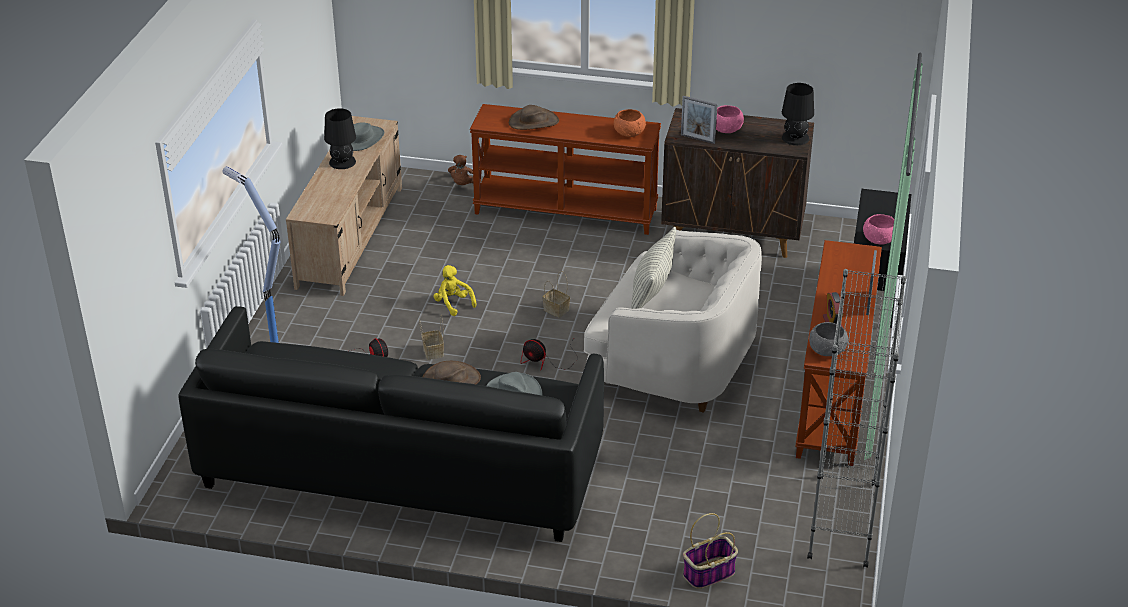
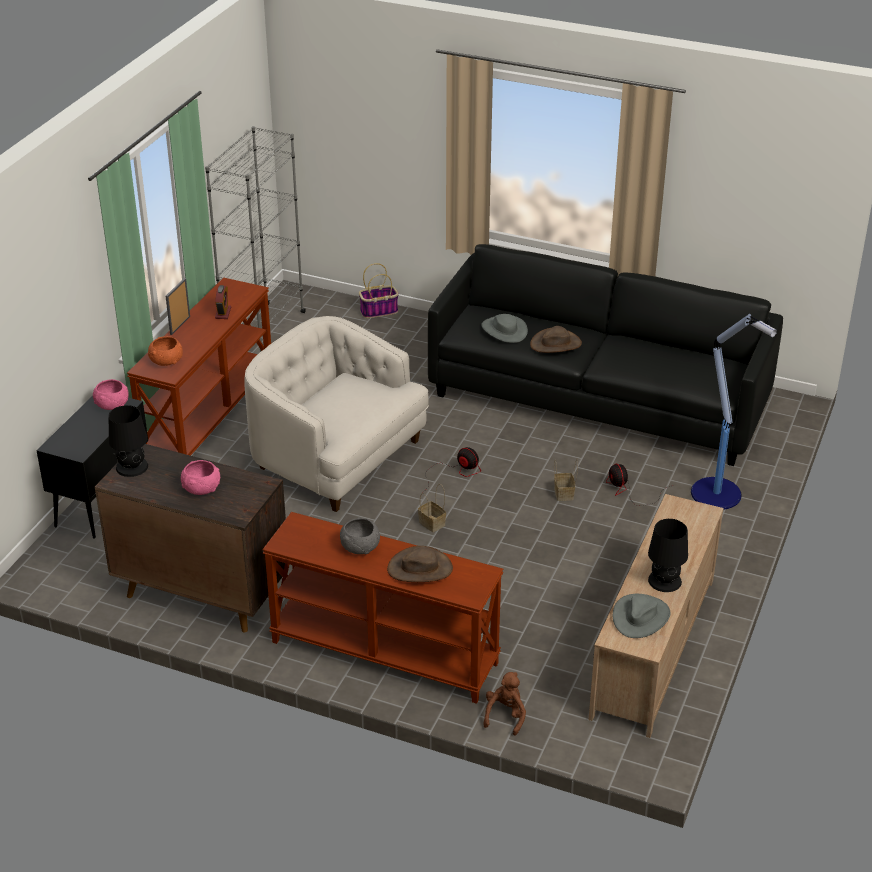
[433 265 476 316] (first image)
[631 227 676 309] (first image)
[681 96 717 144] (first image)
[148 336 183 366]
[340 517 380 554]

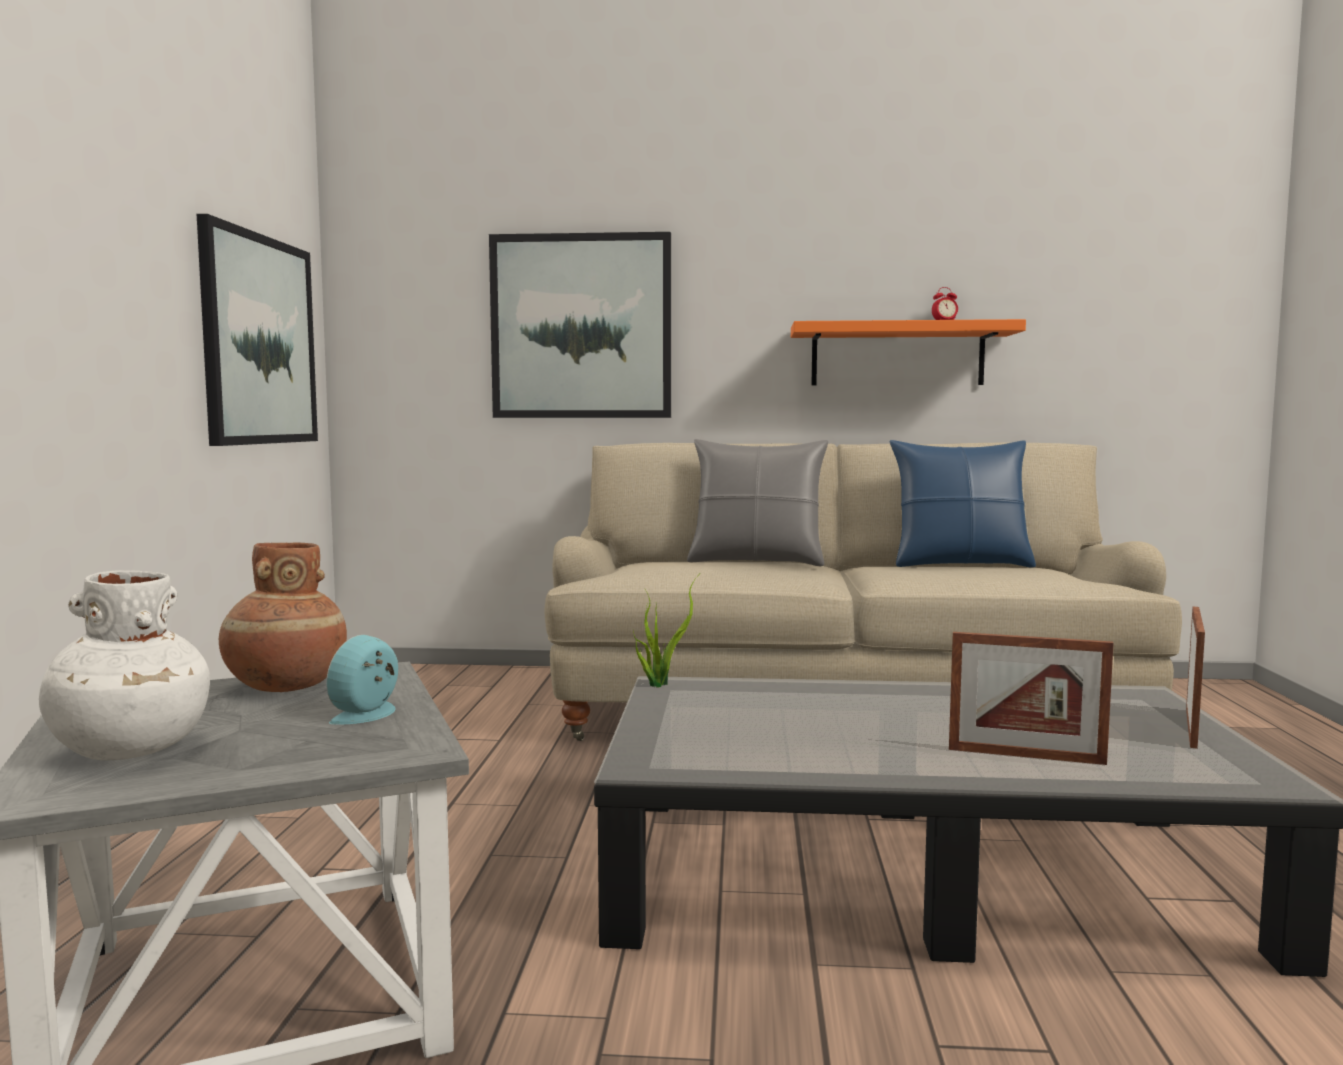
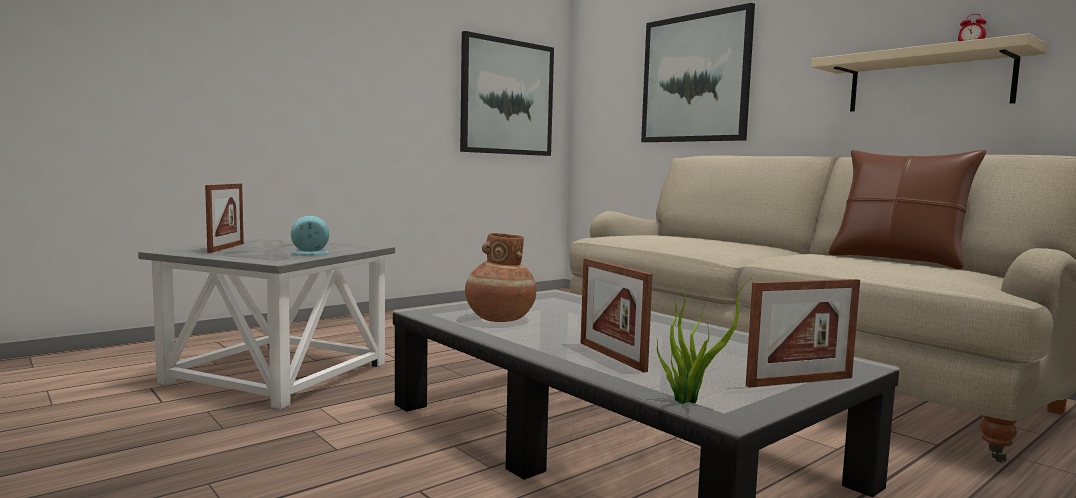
[687 439 828 566] (first image)
[465 233 536 322]
[656 277 752 404]
[205 183 244 253]
[811 33 1047 112]
[828 150 987 269]

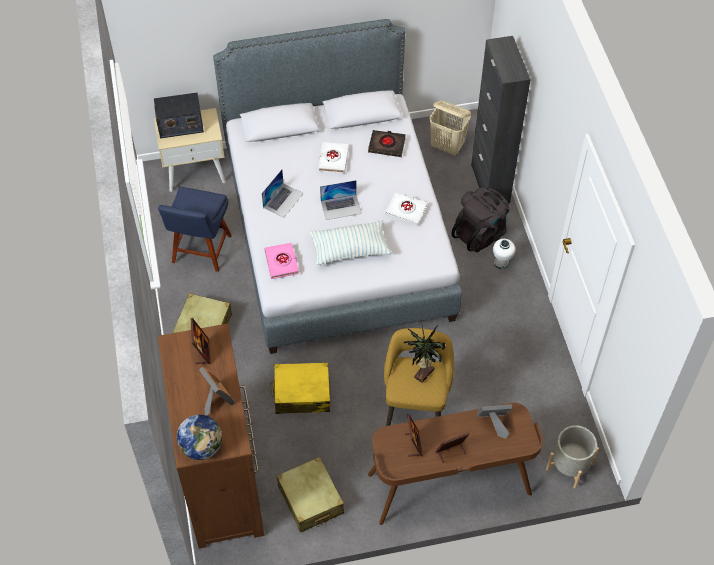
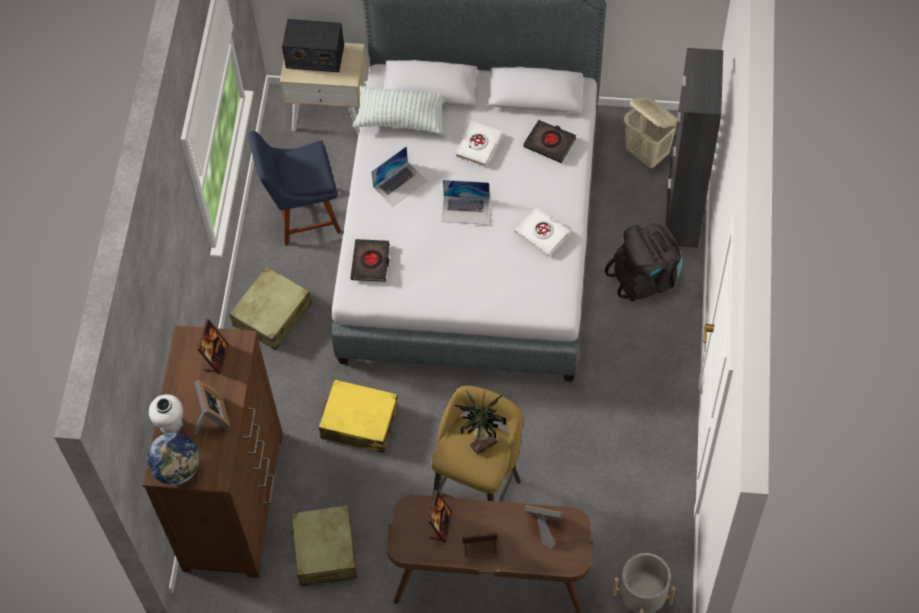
[352 86 445 134]
[149 394 183 434]
[350 239 390 282]
[249 131 341 246]

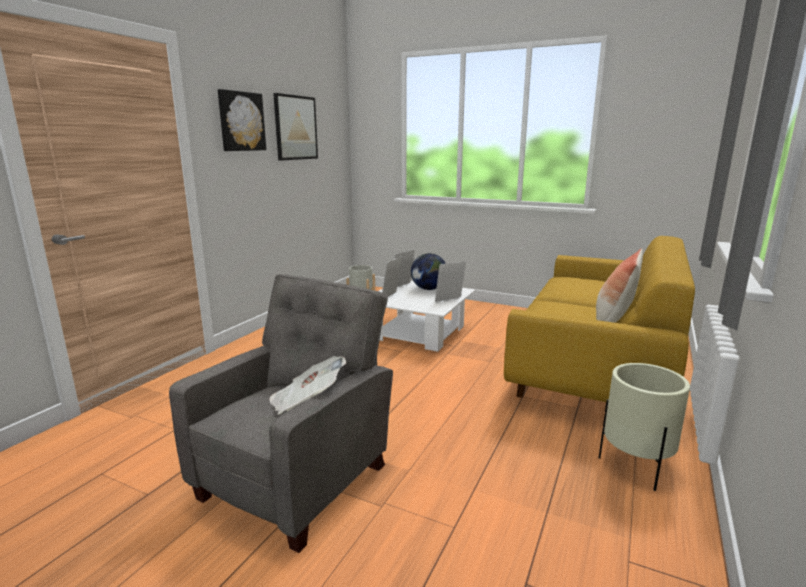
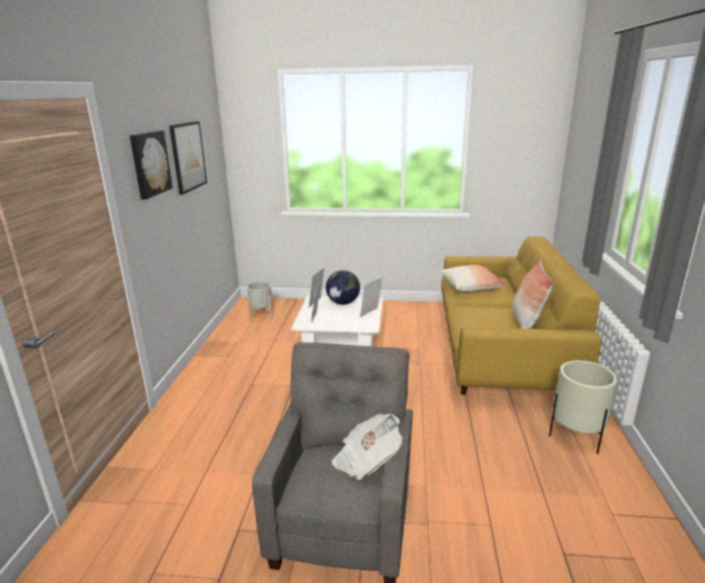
[440 265 506 292]

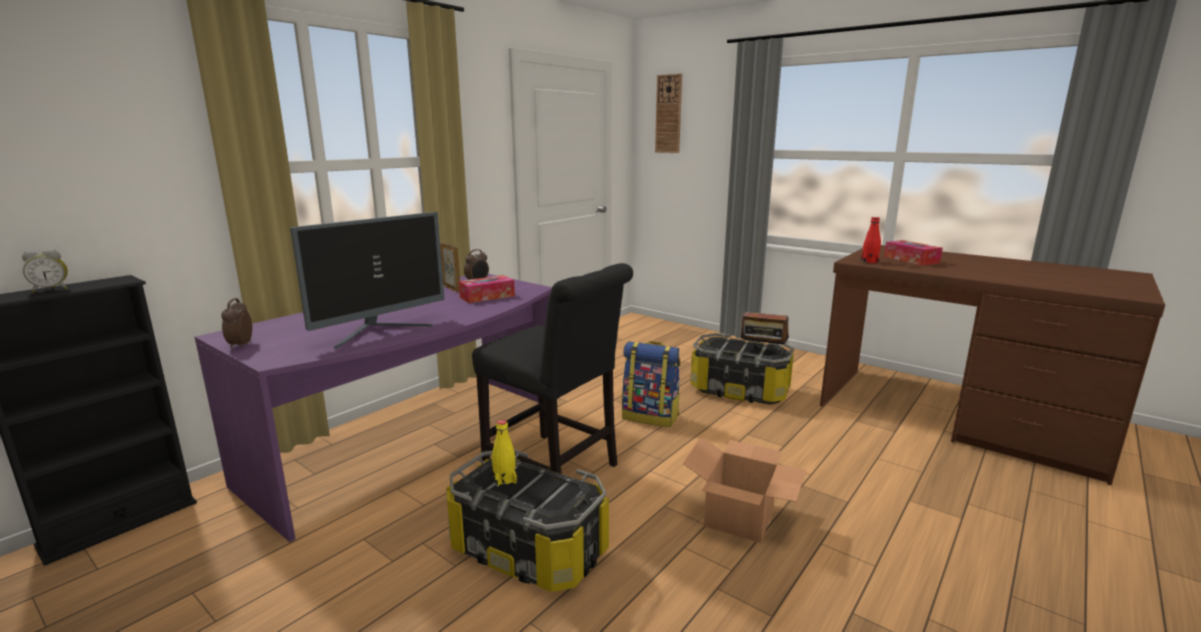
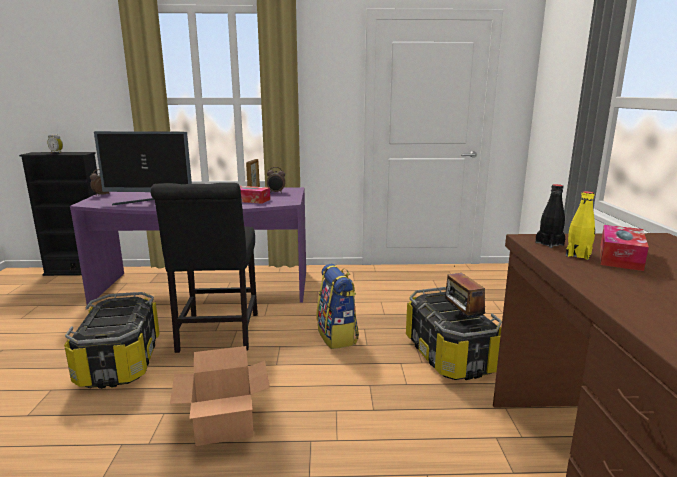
[655 73 682 153] (first image)
[566 191 595 260]
[535 184 565 248]

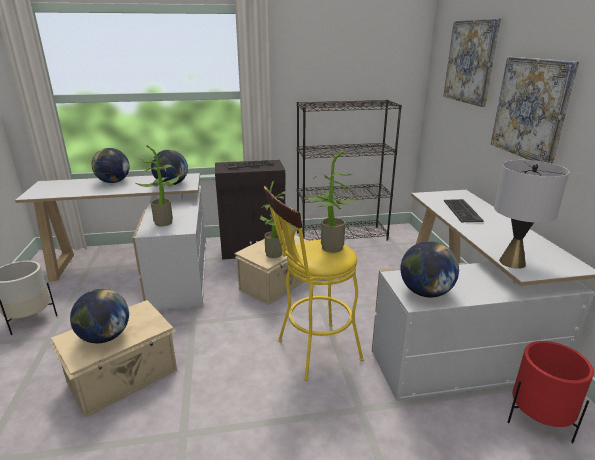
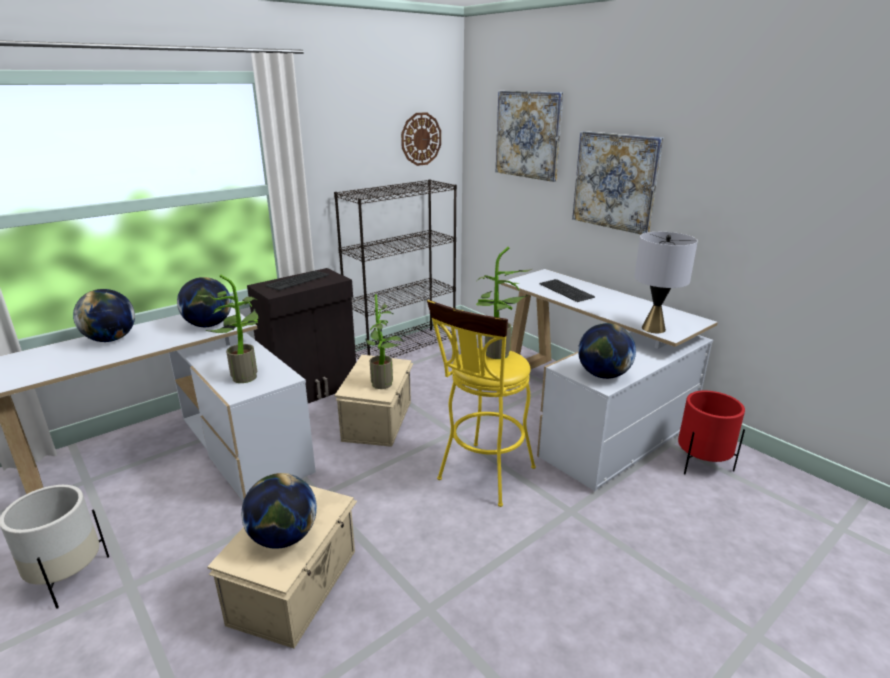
[401 112 441 166]

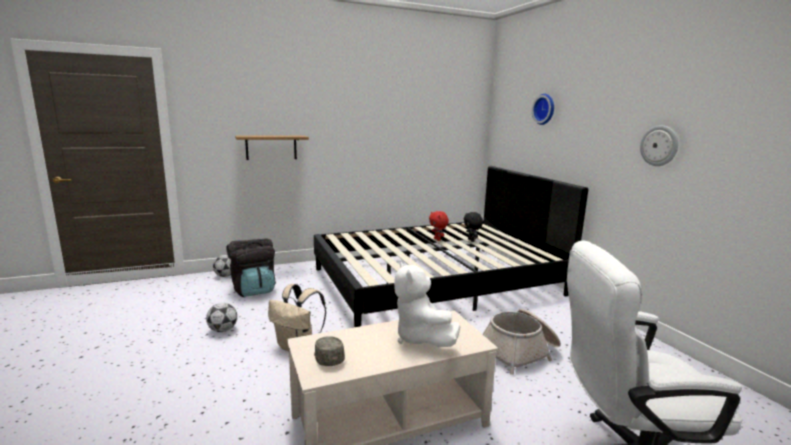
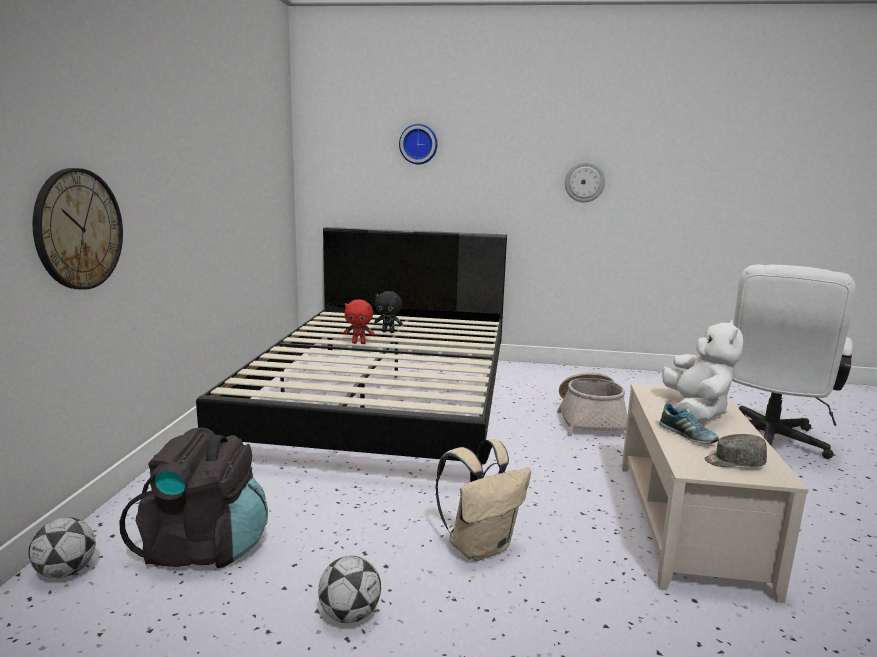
[659 403 719 444]
[32 168 123 290]
[662 319 743 424]

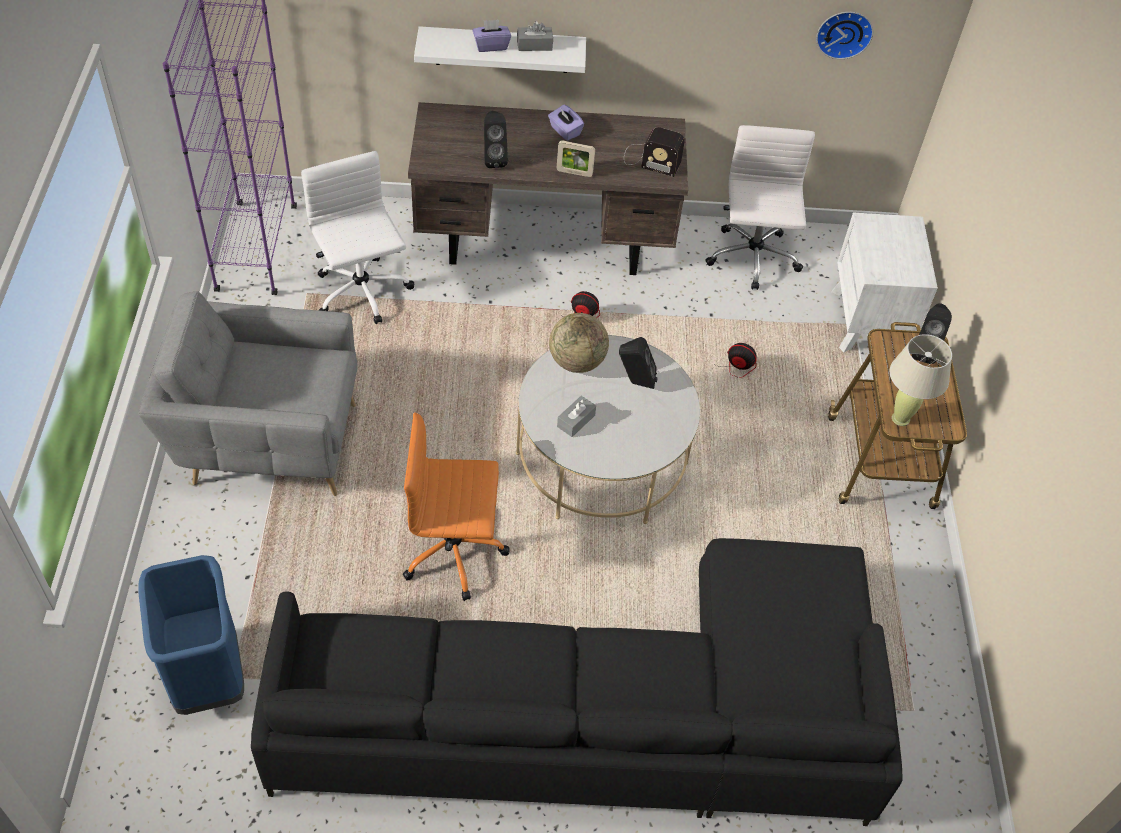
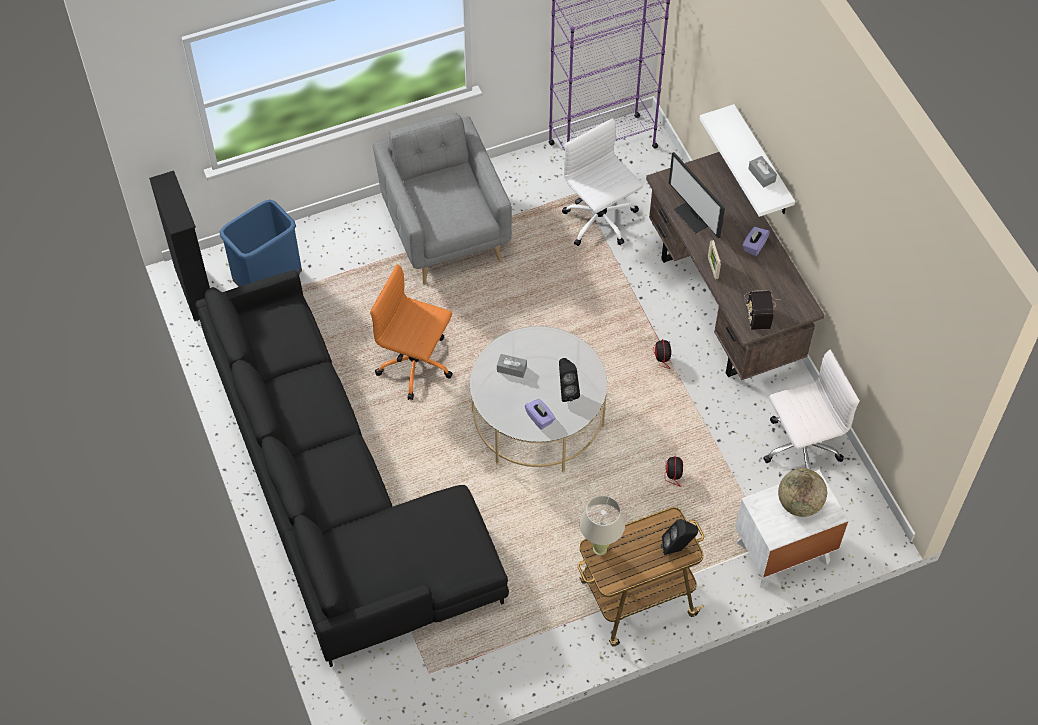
[816 12 873 59] (first image)
[149 171 210 321]
[525 399 555 430]
[778 468 827 517]
[669 152 725 239]
[562 118 643 246]
[370 264 453 400]

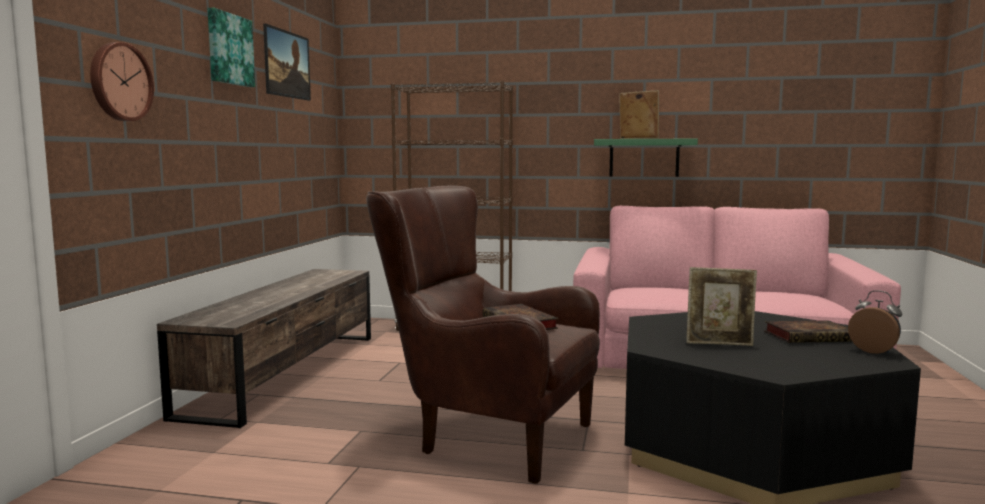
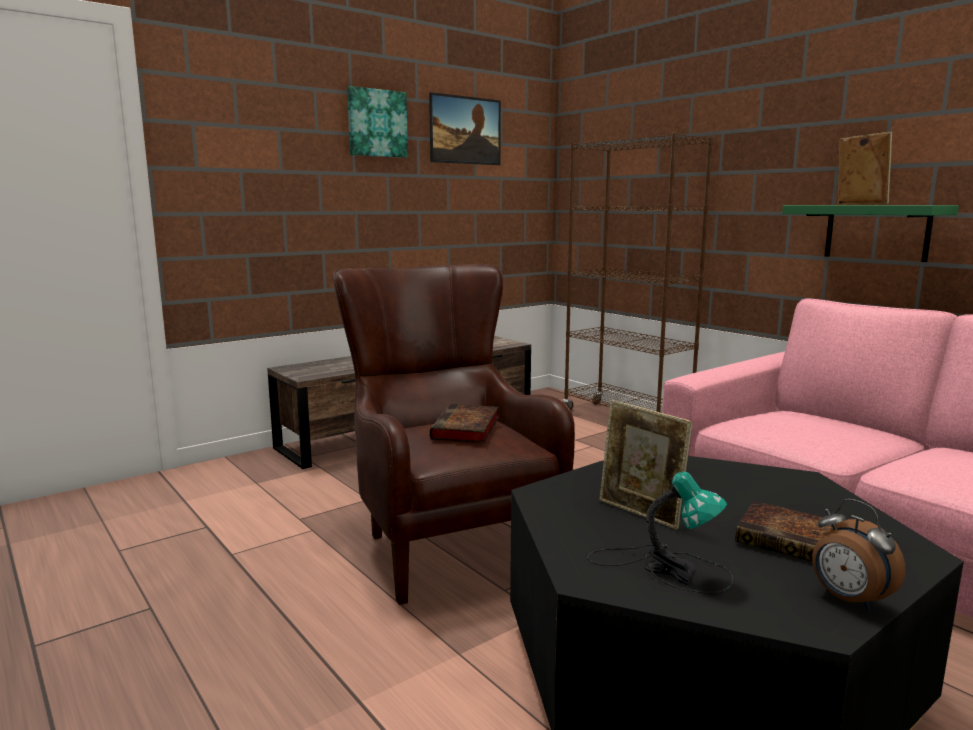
[90 42 154 121] (first image)
[588 471 733 594]
[812 499 905 611]

